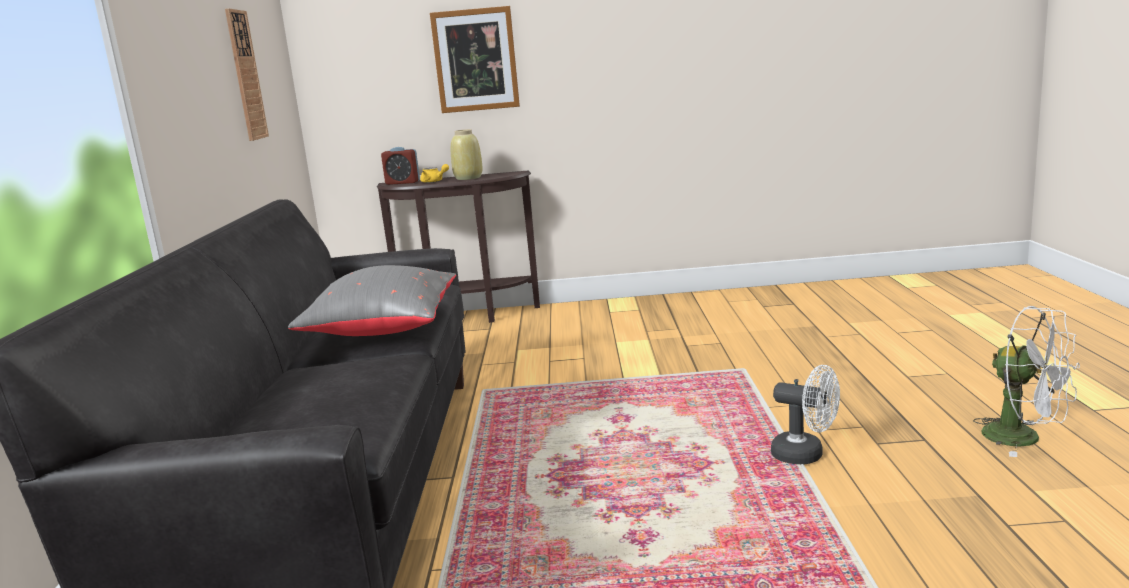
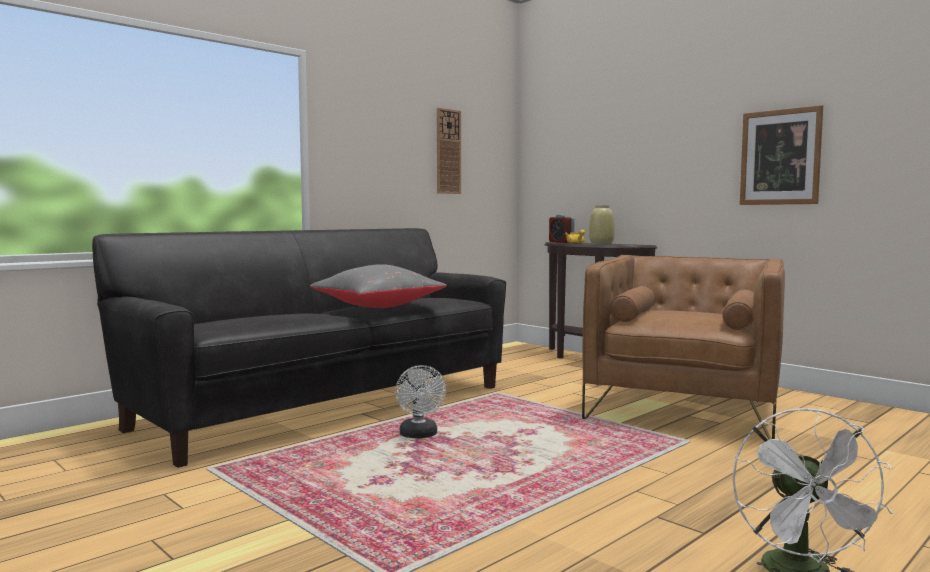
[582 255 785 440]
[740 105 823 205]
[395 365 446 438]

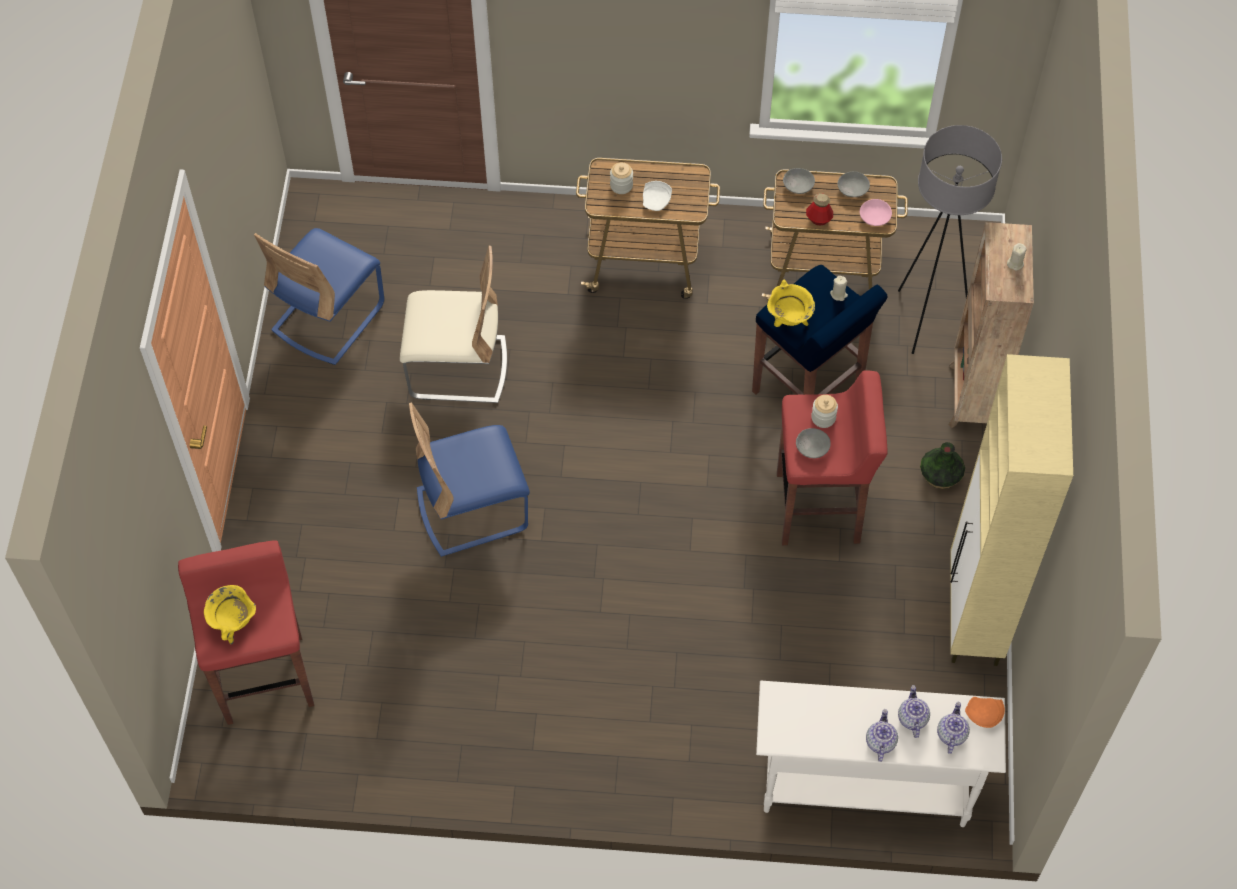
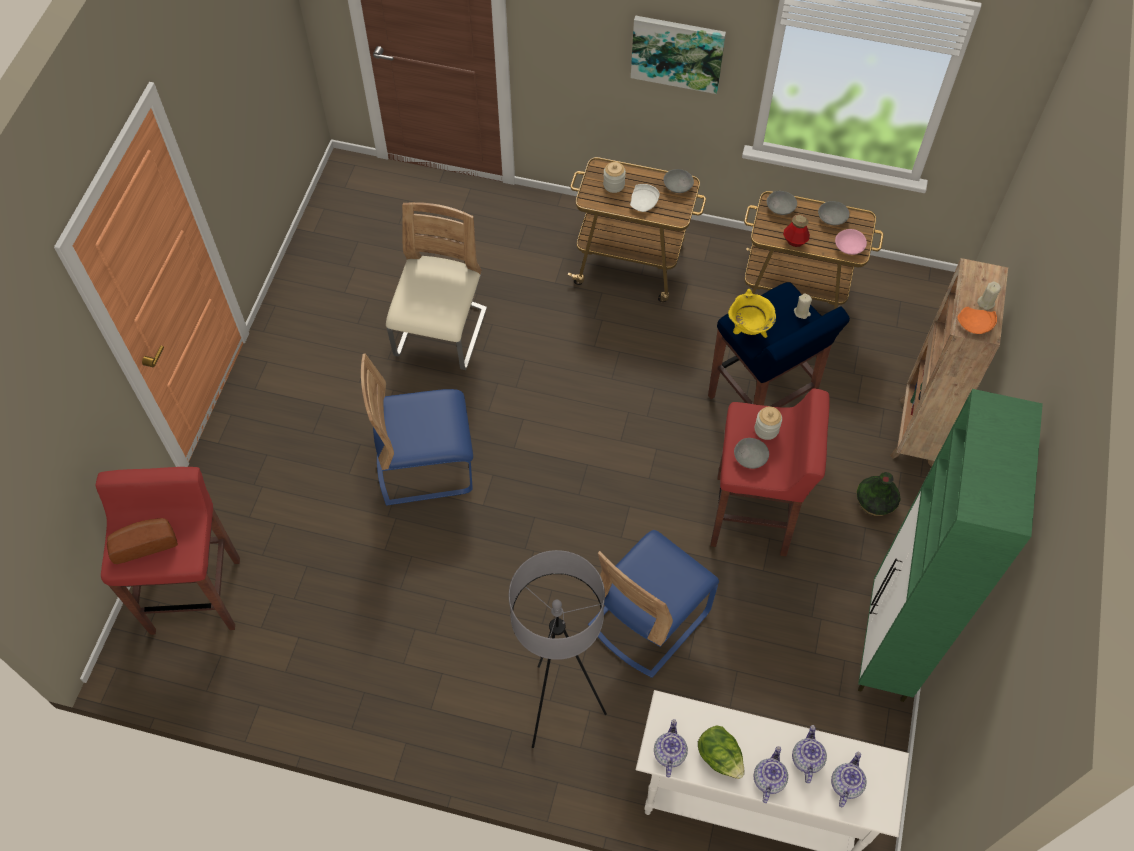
[631 16 726 94]
[654 719 688 777]
[664 169 694 193]
[698 726 744 779]
[588 530 719 678]
[509 550 607 748]
[957 307 997 334]
[107 518 178 564]
[858 389 1043 702]
[386 202 487 370]

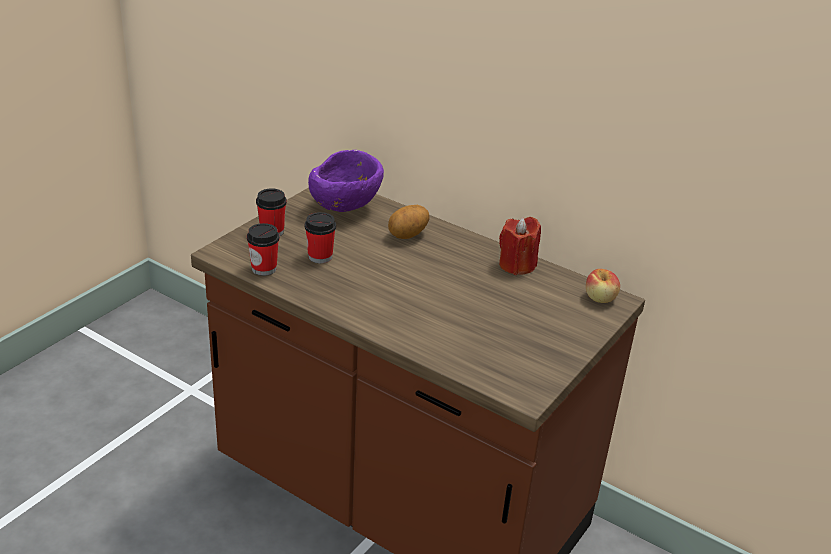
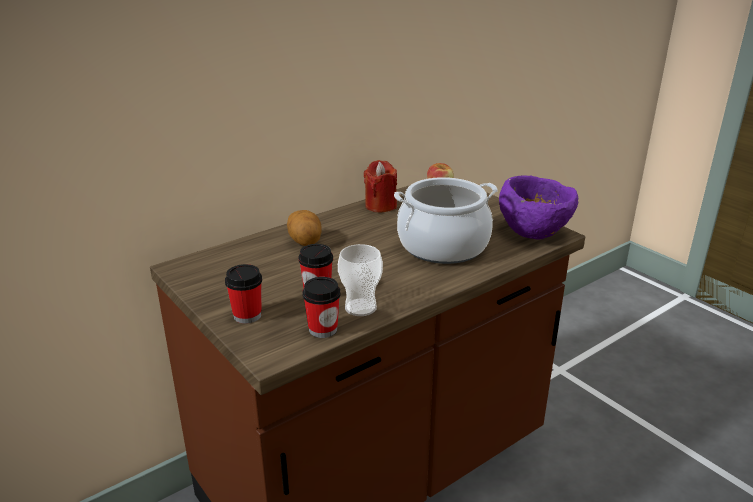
[338 244 383 316]
[394 177 498 264]
[499 175 578 240]

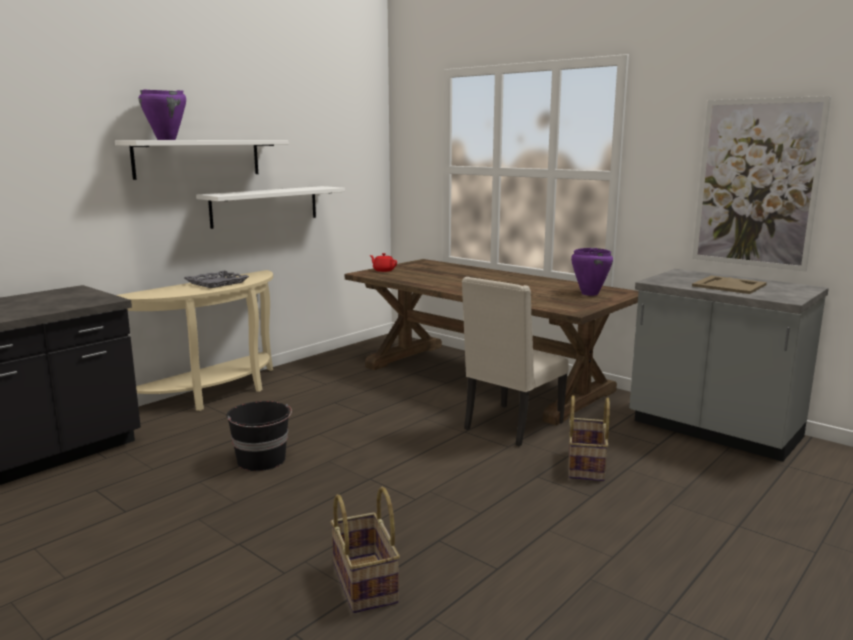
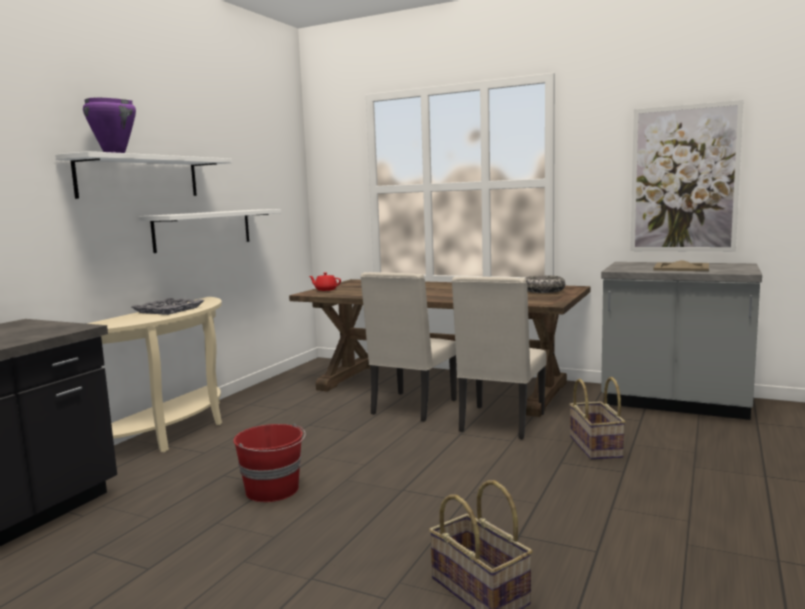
[360 272 457 422]
[525 275 565 293]
[233 424 306 502]

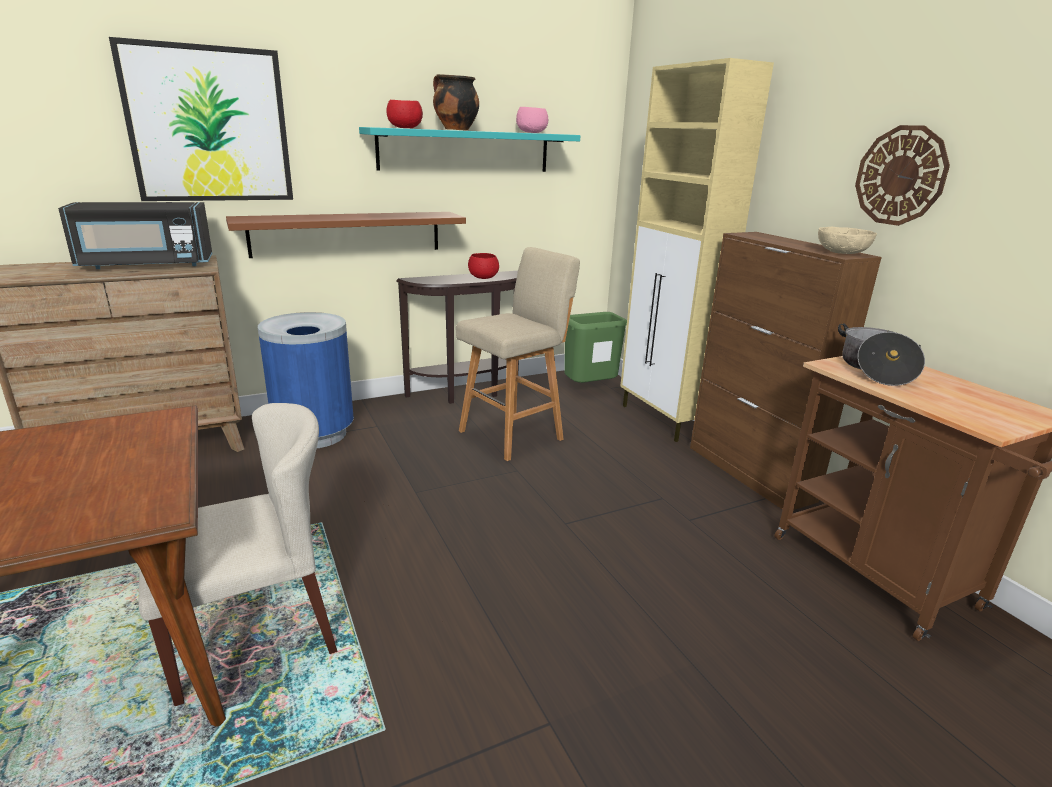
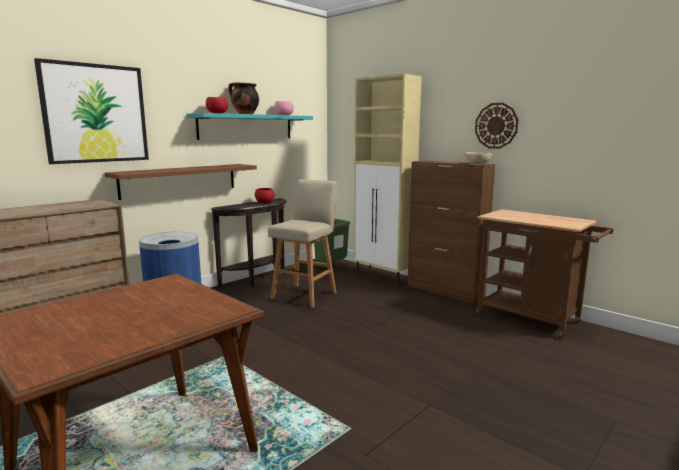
[58 202 212 269] (first image)
[138 403 337 706] (first image)
[838 324 925 386] (first image)

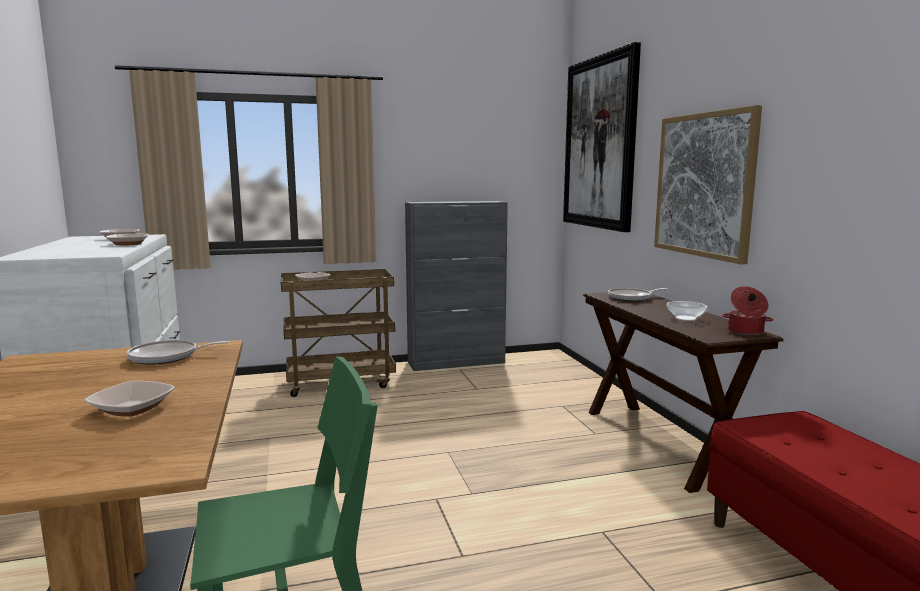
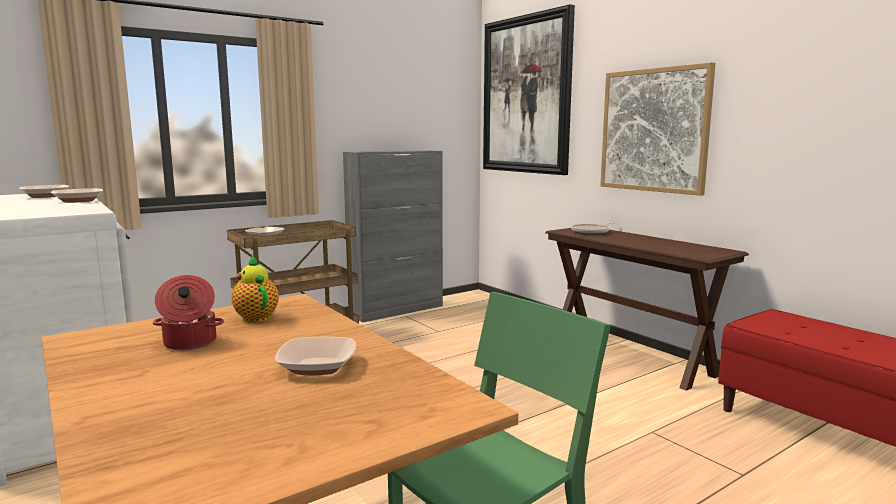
[667 301 707 321] (first image)
[153 275 224 350]
[231 255 279 322]

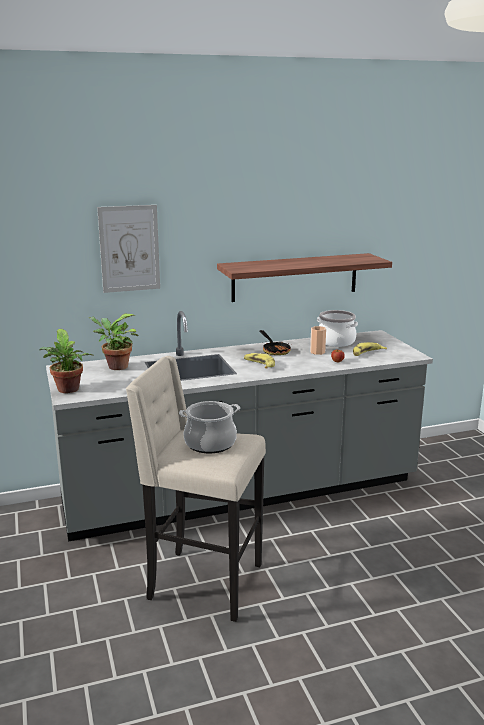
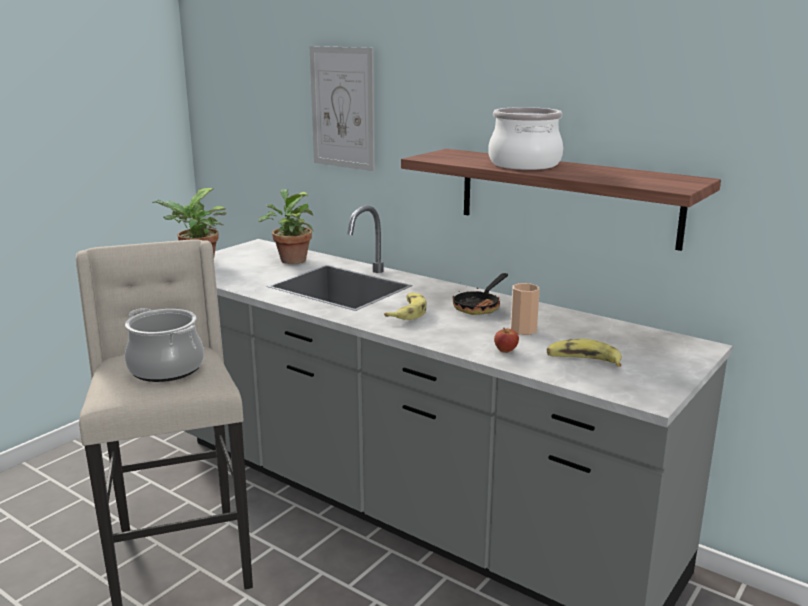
[488 107 563 170]

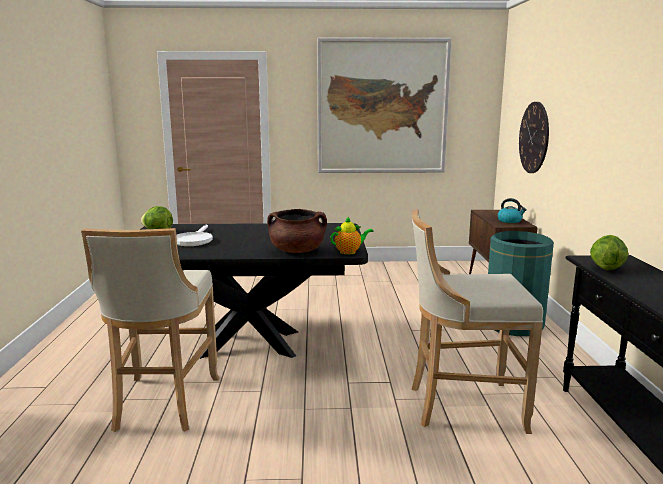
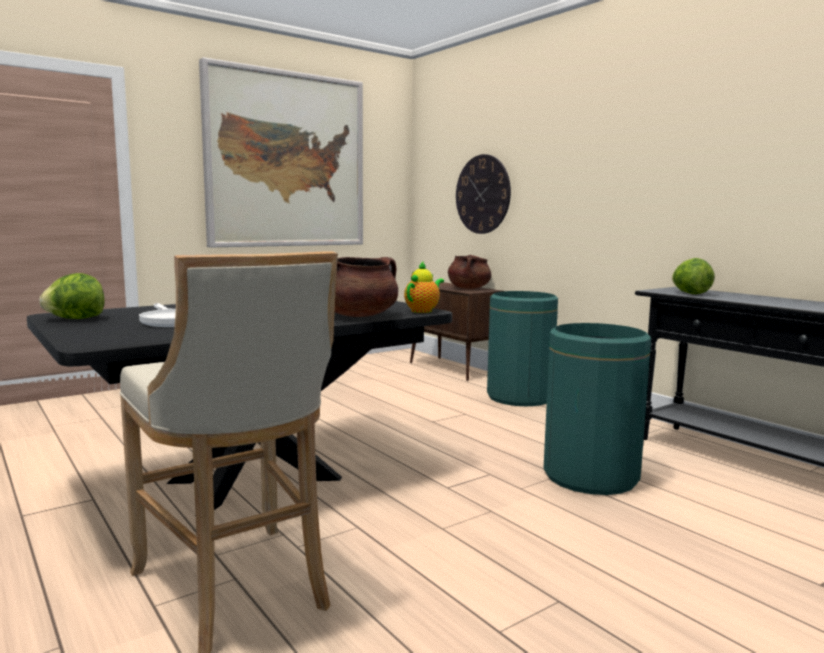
[544 323 651 495]
[448 255 491 289]

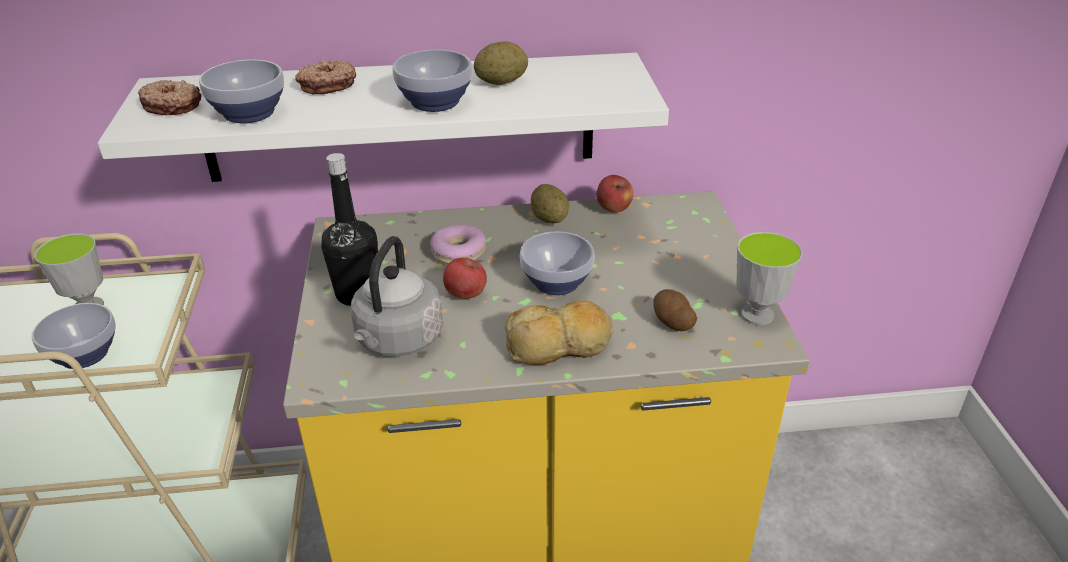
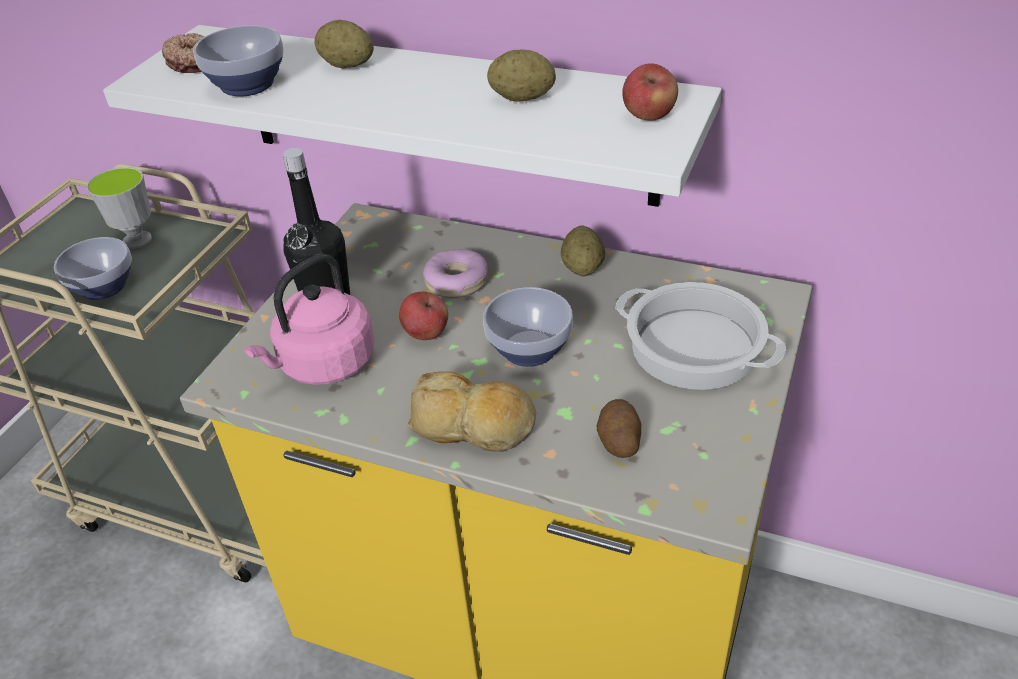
[393 50 472 112] (first image)
[737 232 803 325] (first image)
[615 282 786 390]
[622 63 678 121]
[314 20 374 68]
[244 254 375 385]

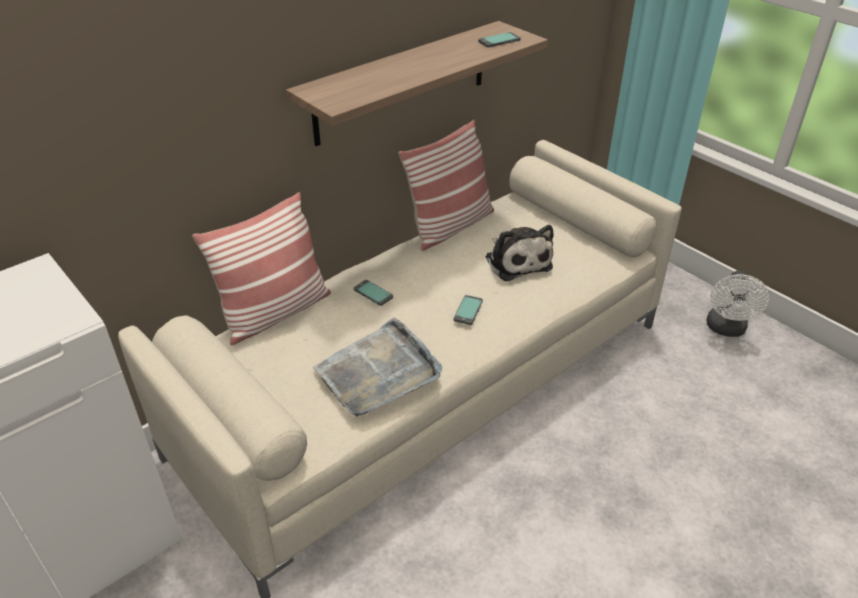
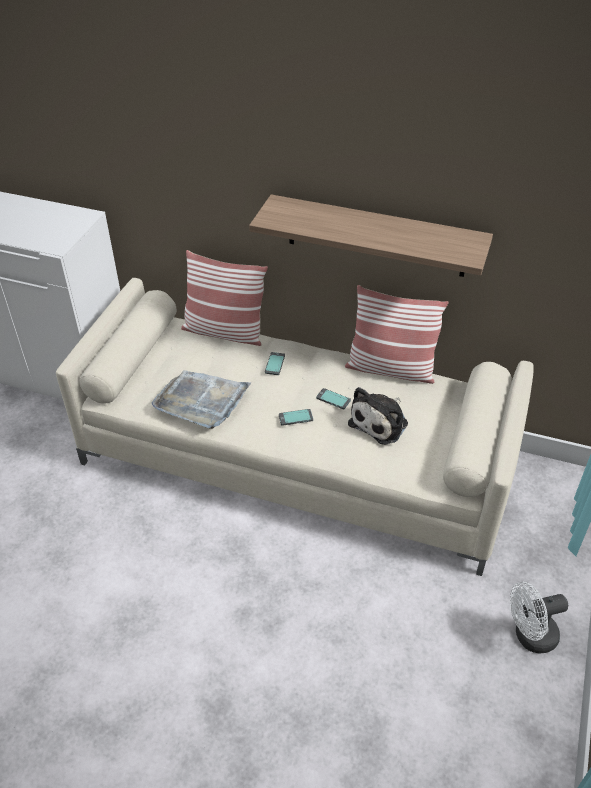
[316 388 351 409]

